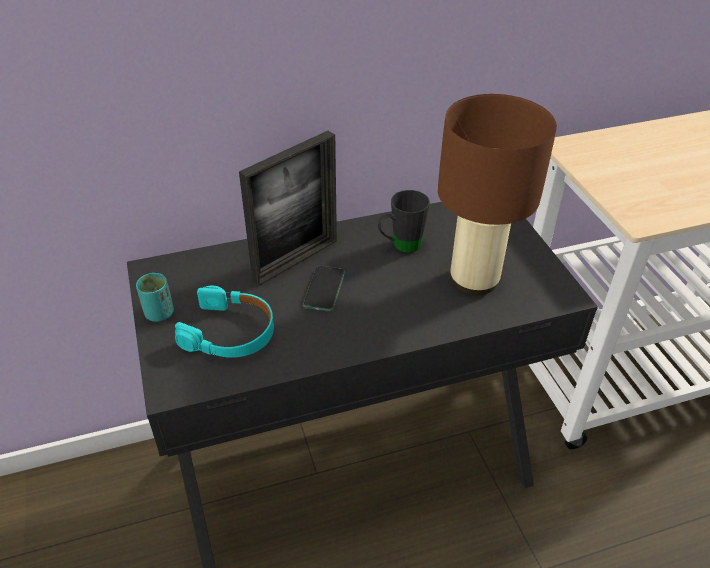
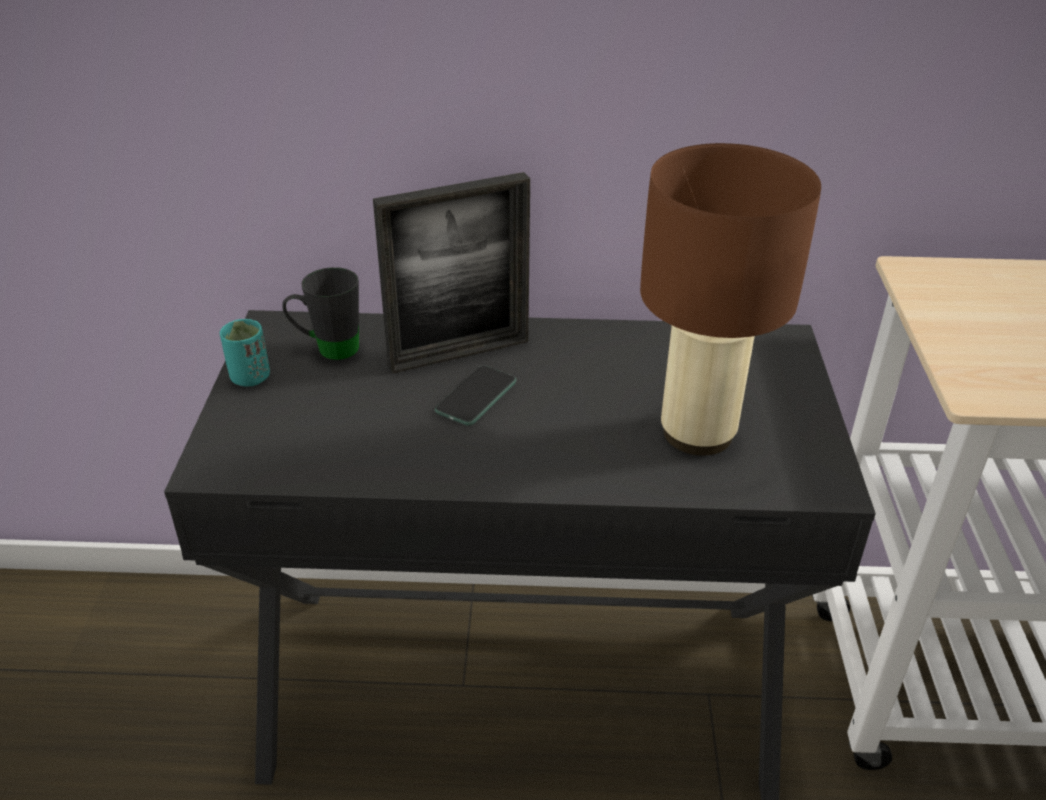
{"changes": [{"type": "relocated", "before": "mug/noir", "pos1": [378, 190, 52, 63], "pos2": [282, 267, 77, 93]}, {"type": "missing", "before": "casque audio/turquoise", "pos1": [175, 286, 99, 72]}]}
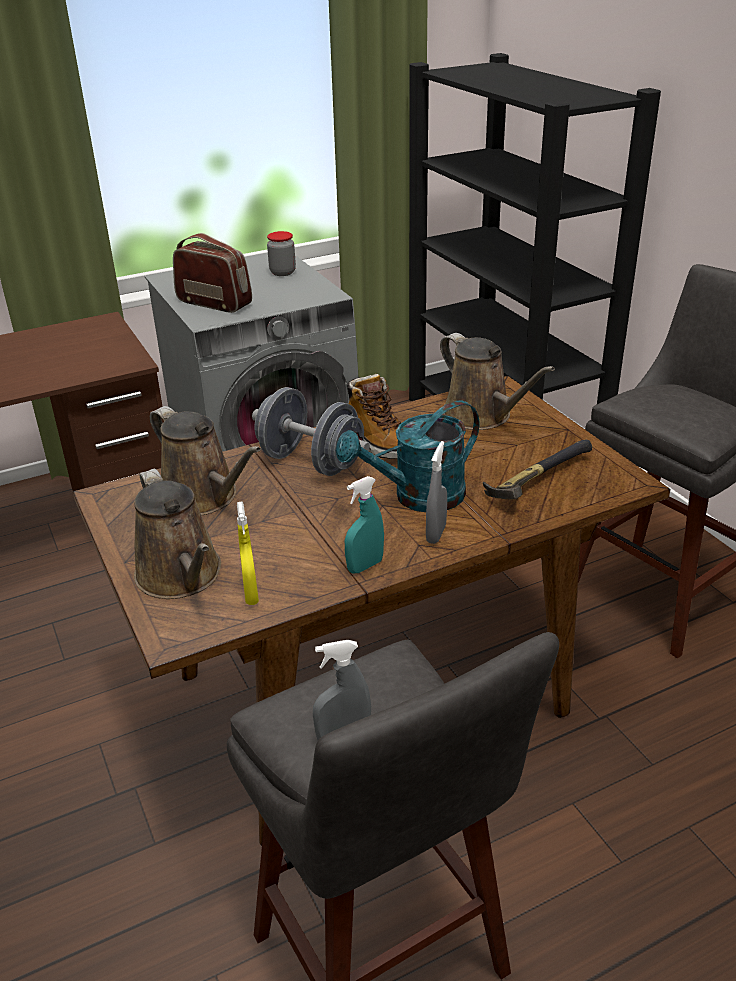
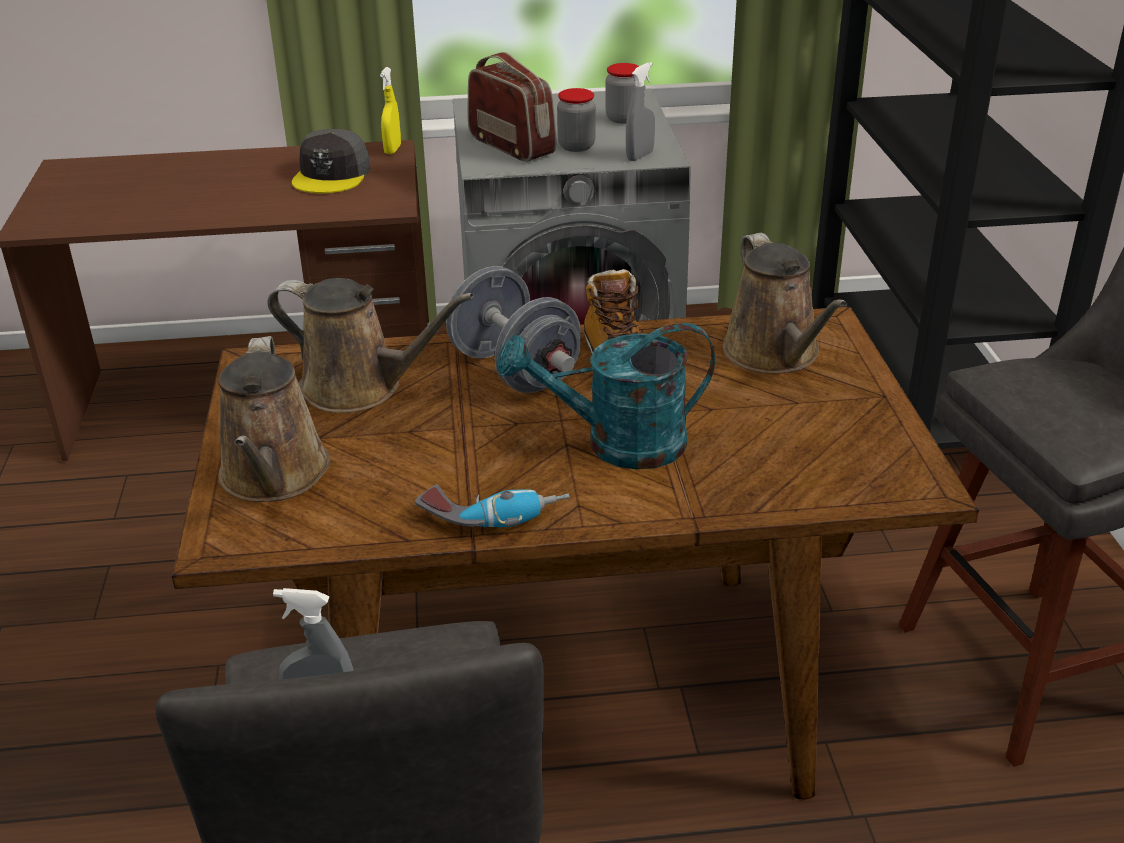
{"changes": [{"type": "spun", "before": "arrosoir/marron", "pos1": [150, 406, 111, 110], "pos2": [268, 278, 206, 135], "turn": -45}, {"type": "missing", "before": "marteau", "pos1": [483, 440, 109, 59]}, {"type": "relocated", "before": "vaporisateur/gris", "pos1": [426, 441, 21, 103], "pos2": [626, 62, 29, 99]}, {"type": "exchanged", "before": "vaporisateur/turquoise", "after": "perceuse", "pos1": [345, 476, 39, 98], "pos2": [415, 484, 155, 43]}, {"type": "relocated", "before": "vaporisateur/jaune", "pos1": [237, 501, 22, 104], "pos2": [380, 67, 21, 87]}, {"type": "appeared", "after": "bocal", "pos2": [557, 88, 39, 64]}, {"type": "appeared", "after": "casquette/gris", "pos2": [292, 129, 78, 64]}]}
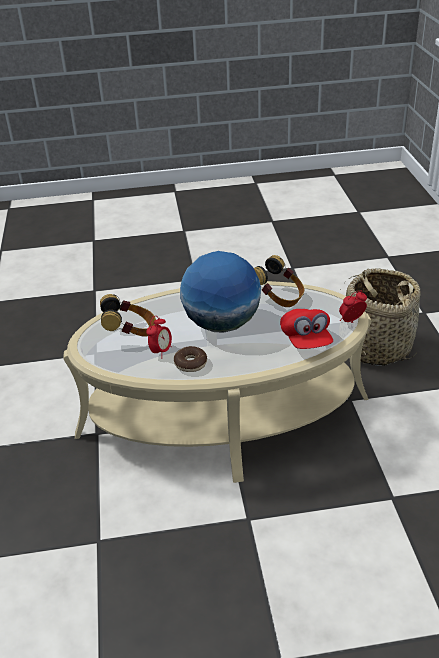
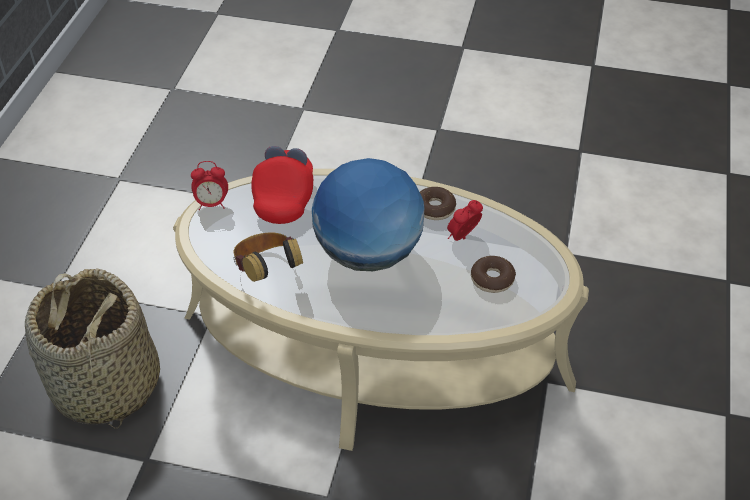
{"changes": [{"type": "exchanged", "before": "casque audio", "after": "beignet", "pos1": [100, 294, 56, 43], "pos2": [471, 256, 45, 37]}]}
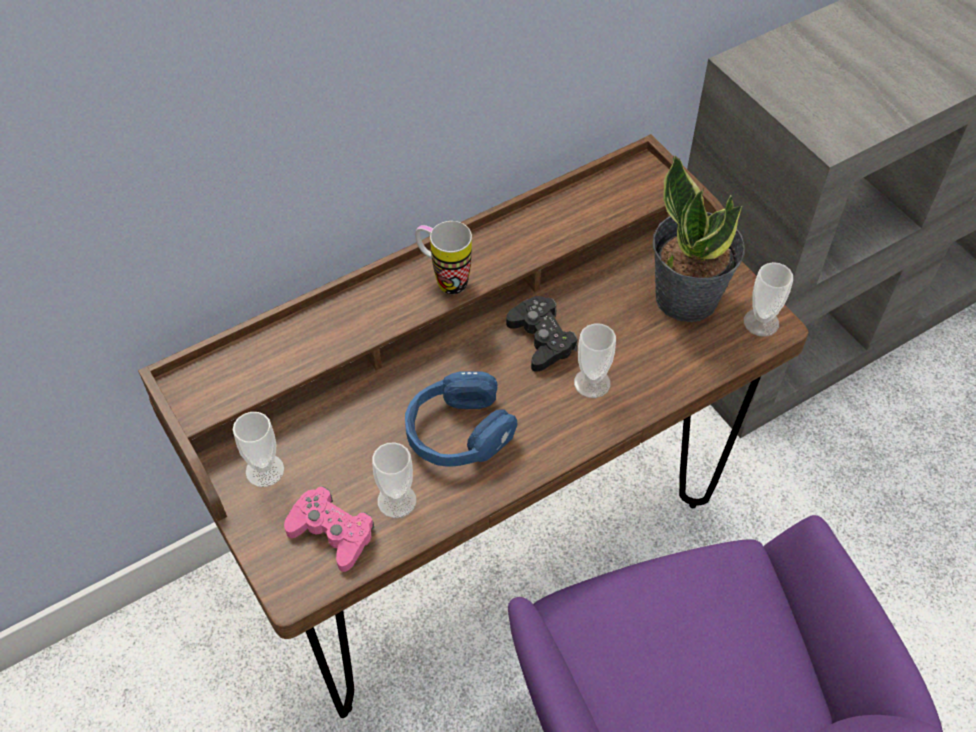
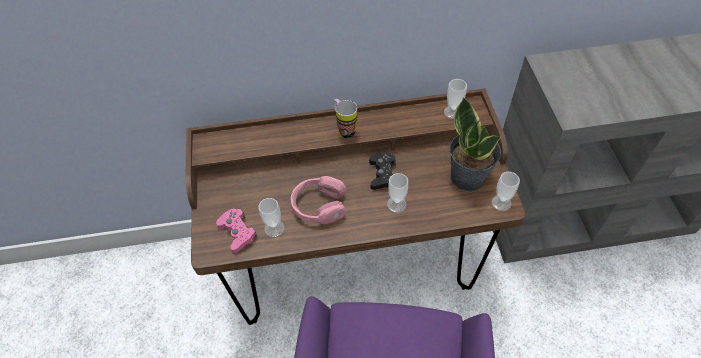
{"changes": [{"type": "colour", "before": "casque audio/bleu", "after": "casque audio/rose", "pos1": [405, 371, 112, 96], "pos2": [291, 176, 55, 48]}, {"type": "relocated", "before": "tasse", "pos1": [233, 412, 51, 75], "pos2": [444, 79, 23, 40]}]}
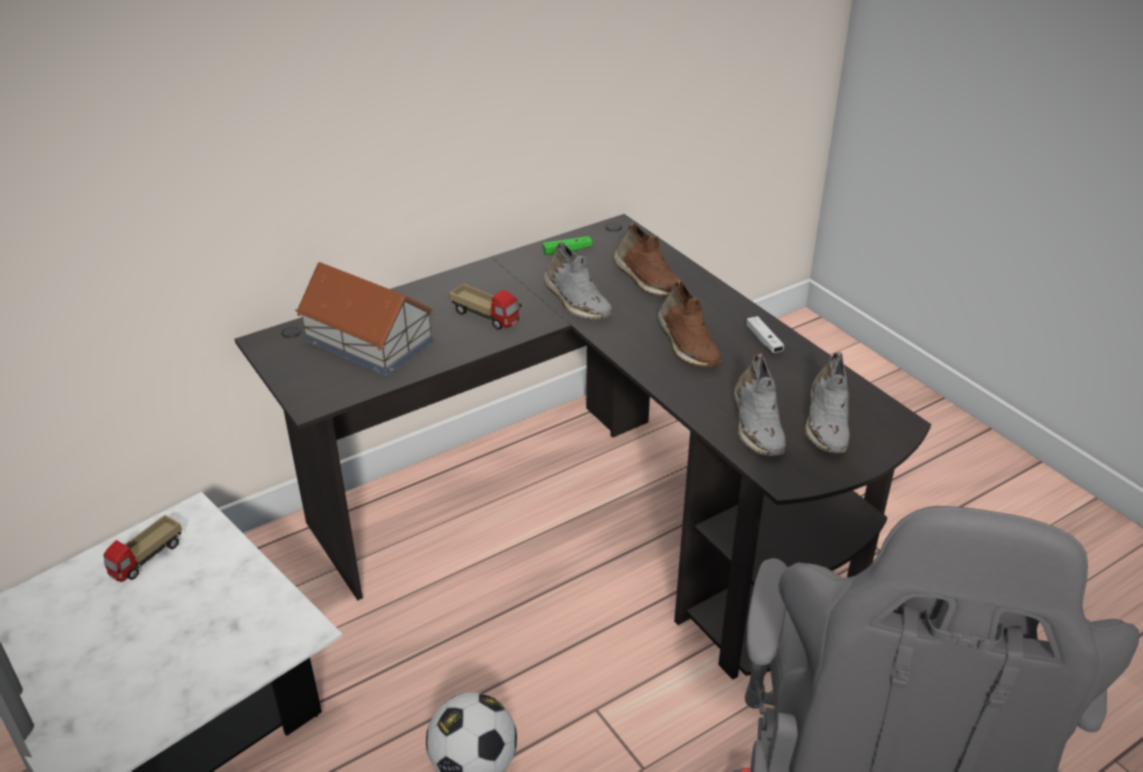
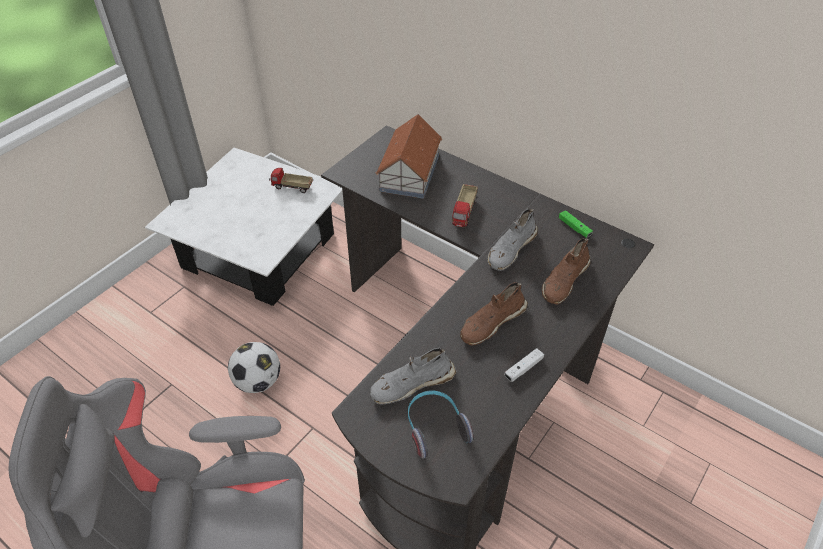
{"changes": [{"type": "exchanged", "before": "chaussure/gris", "after": "casque audio", "pos1": [805, 352, 45, 101], "pos2": [408, 391, 65, 68]}]}
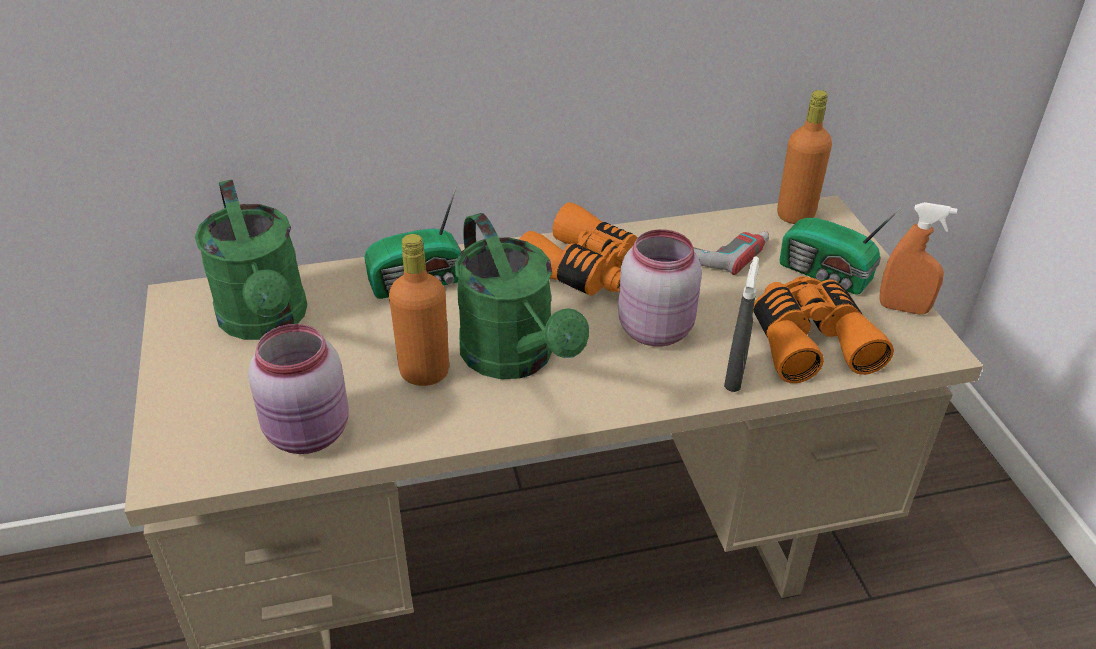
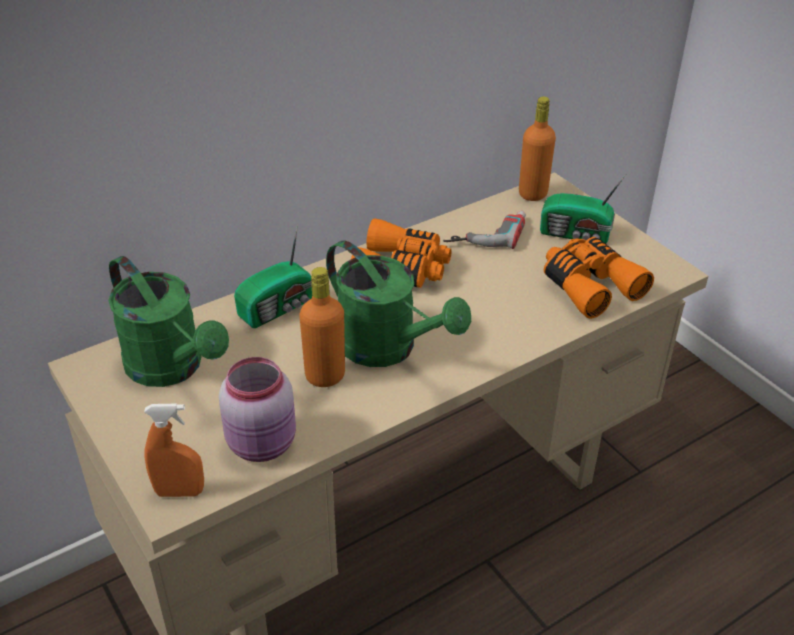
{"changes": [{"type": "relocated", "before": "vaporisateur/orange", "pos1": [879, 202, 79, 113], "pos2": [144, 404, 60, 93]}, {"type": "missing", "before": "bocal/rose", "pos1": [618, 229, 84, 118]}, {"type": "missing", "before": "vaporisateur/gris", "pos1": [724, 256, 35, 136]}]}
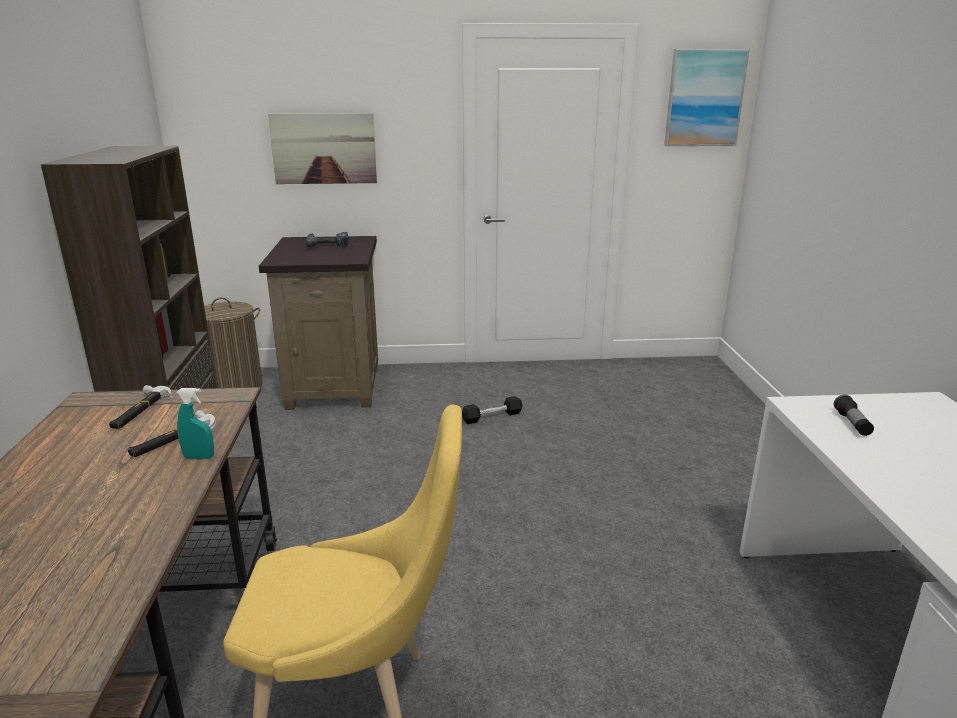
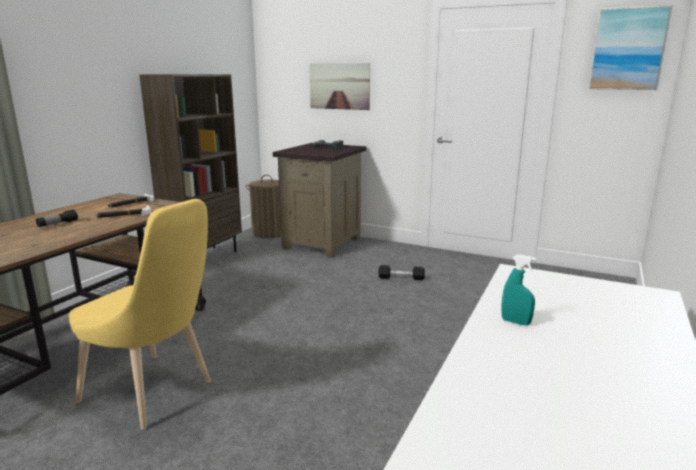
{"changes": [{"type": "relocated", "before": "vaporisateur/turquoise", "pos1": [176, 388, 38, 71], "pos2": [501, 254, 35, 71]}, {"type": "relocated", "before": "lampe de poche", "pos1": [834, 395, 40, 41], "pos2": [36, 209, 42, 18]}]}
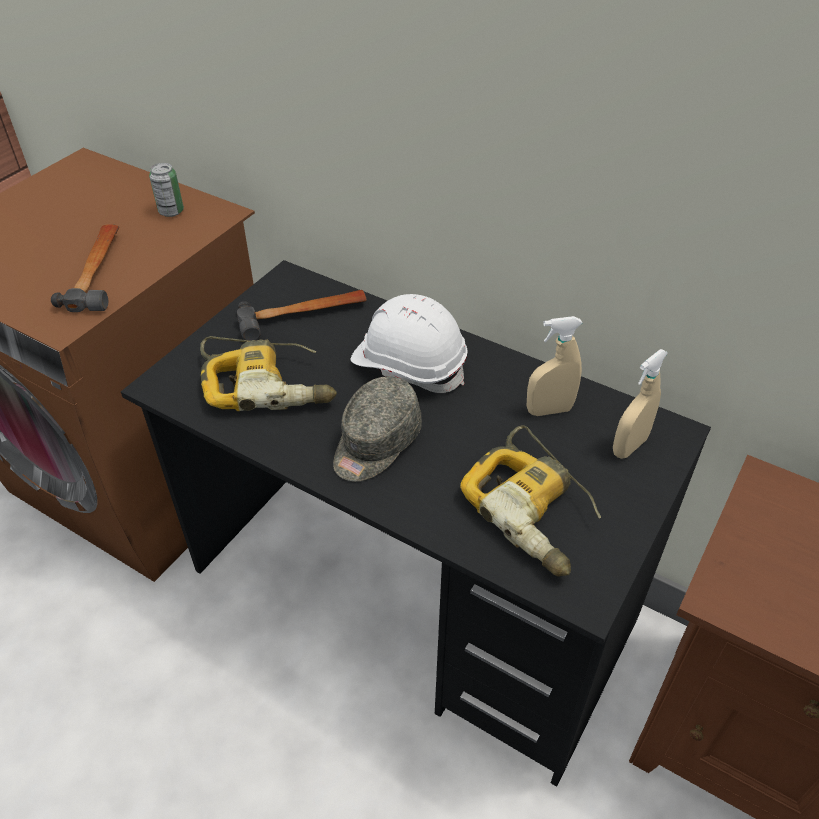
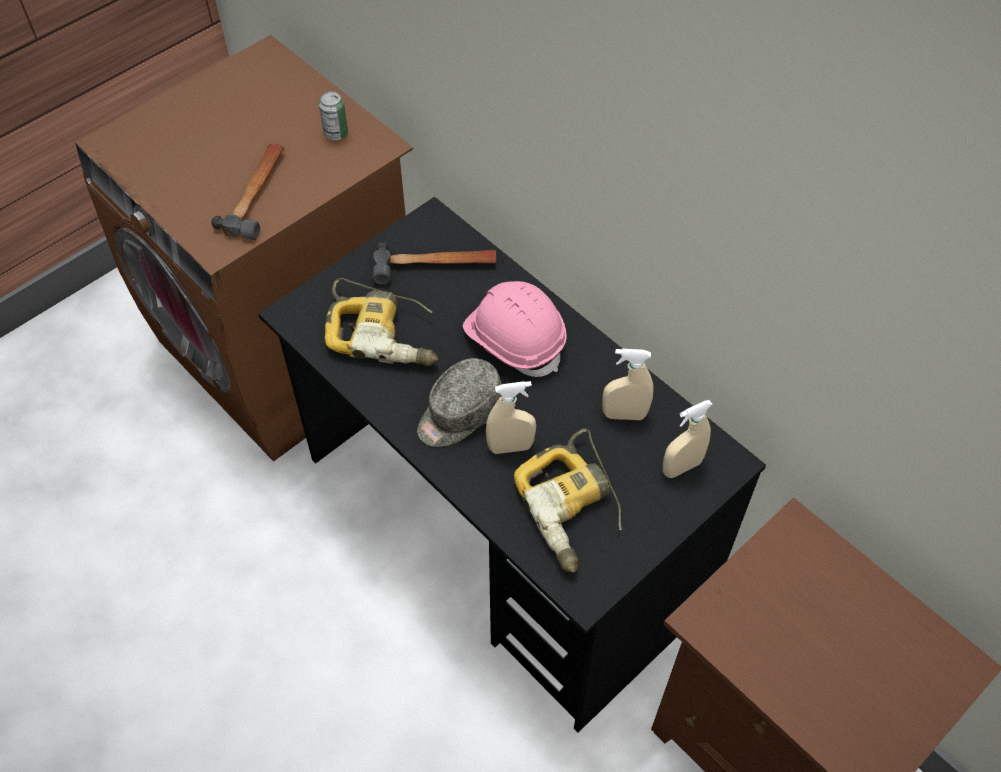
{"changes": [{"type": "colour", "before": "casque de chantier/blanc", "after": "casque de chantier/rose", "pos1": [351, 294, 117, 99], "pos2": [463, 281, 104, 96]}, {"type": "appeared", "after": "vaporisateur/beige", "pos2": [486, 381, 50, 73]}]}
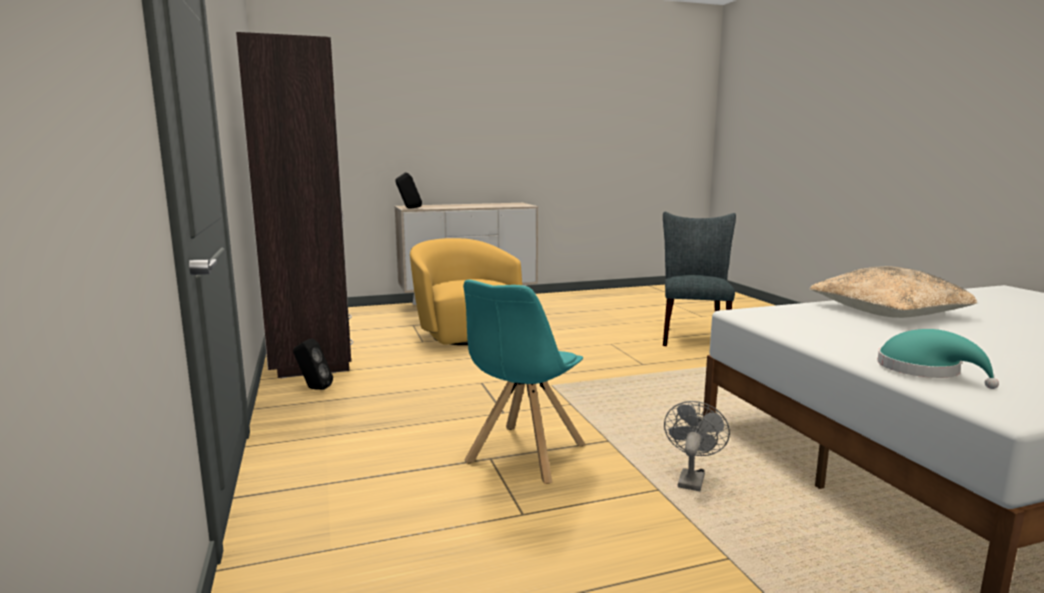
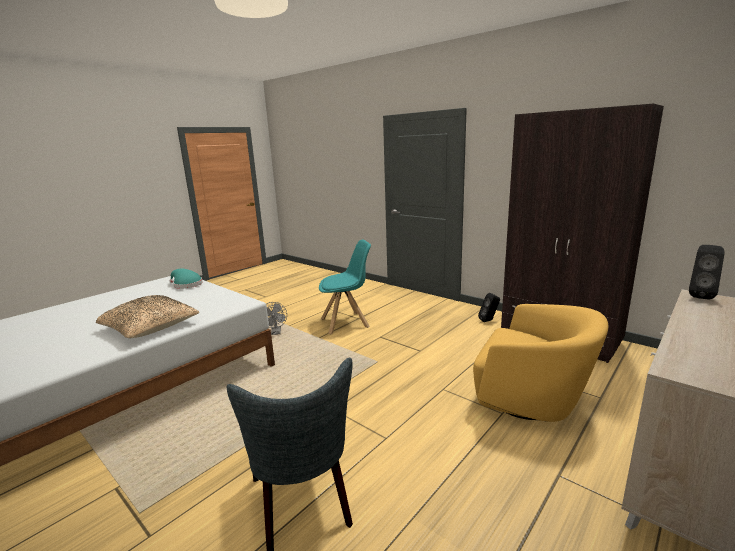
{"changes": [{"type": "spun", "before": "chaise/turquoise", "pos1": [463, 280, 123, 204], "pos2": [319, 239, 52, 95], "turn": 75}]}
